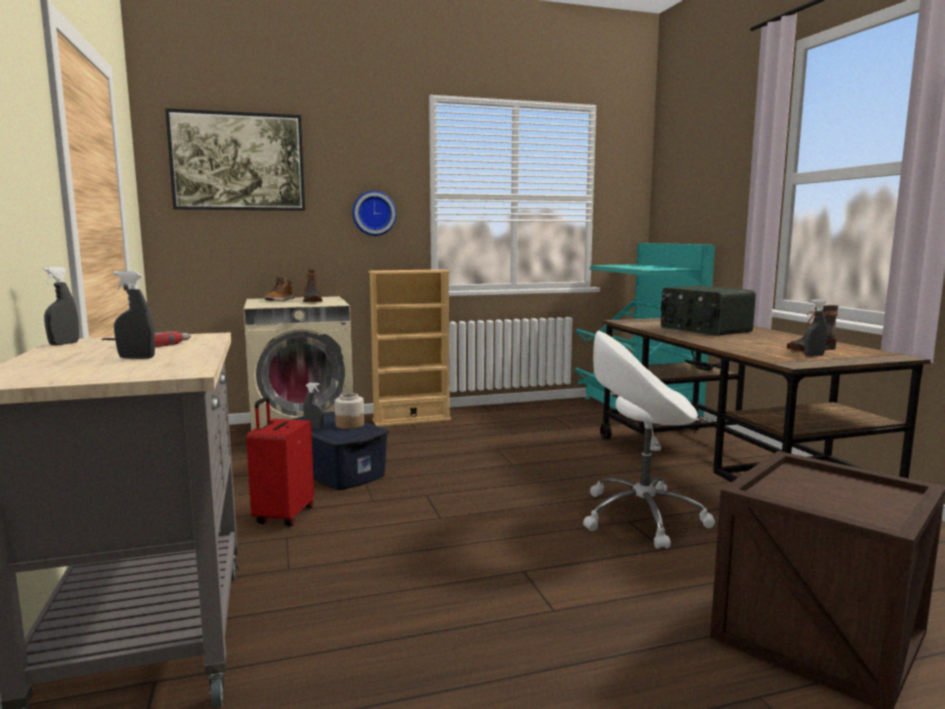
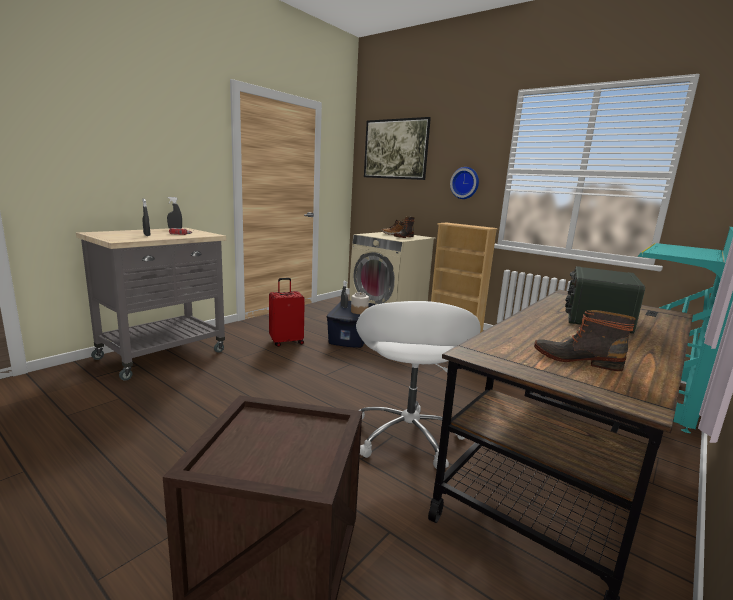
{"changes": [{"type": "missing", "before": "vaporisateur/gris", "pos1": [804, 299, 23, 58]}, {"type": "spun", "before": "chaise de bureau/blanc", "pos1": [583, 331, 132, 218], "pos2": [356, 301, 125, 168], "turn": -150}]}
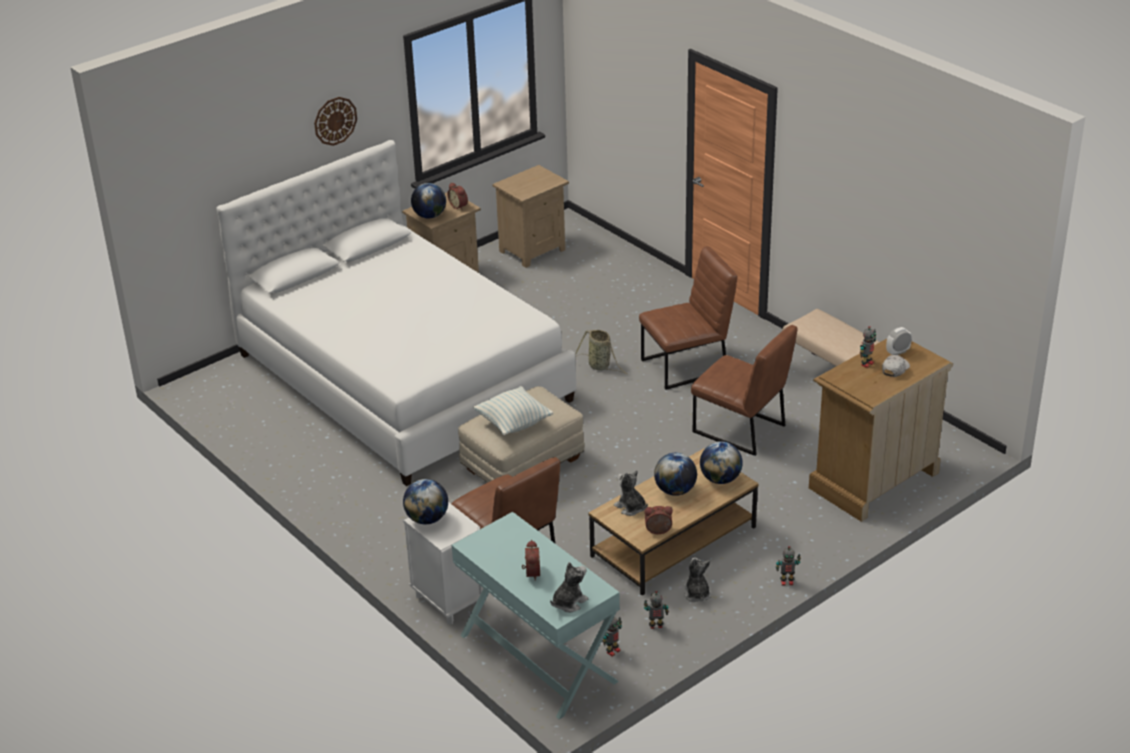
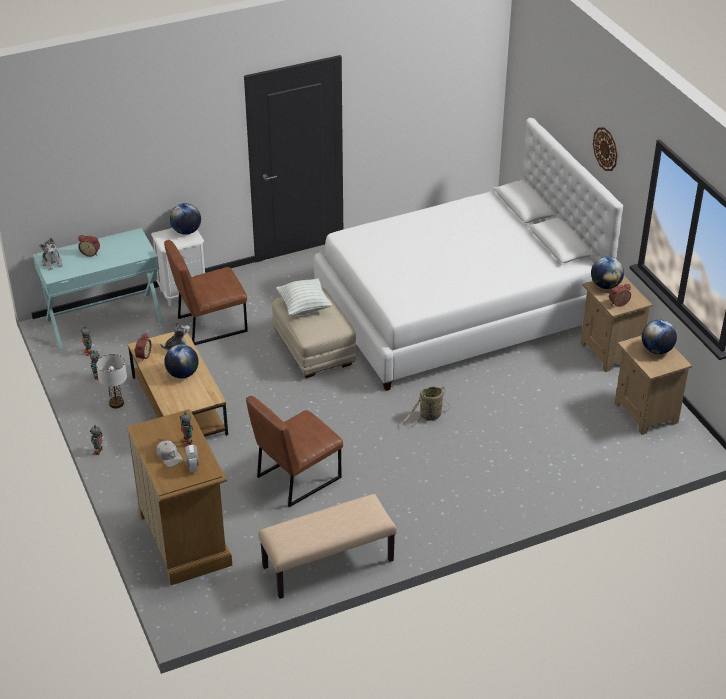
{"changes": [{"type": "missing", "before": "chaise/marron", "pos1": [639, 246, 98, 144]}, {"type": "relocated", "before": "globe", "pos1": [700, 441, 43, 43], "pos2": [642, 320, 35, 34]}, {"type": "exchanged", "before": "peluche", "after": "lampe de table", "pos1": [684, 557, 27, 45], "pos2": [96, 354, 31, 55]}]}
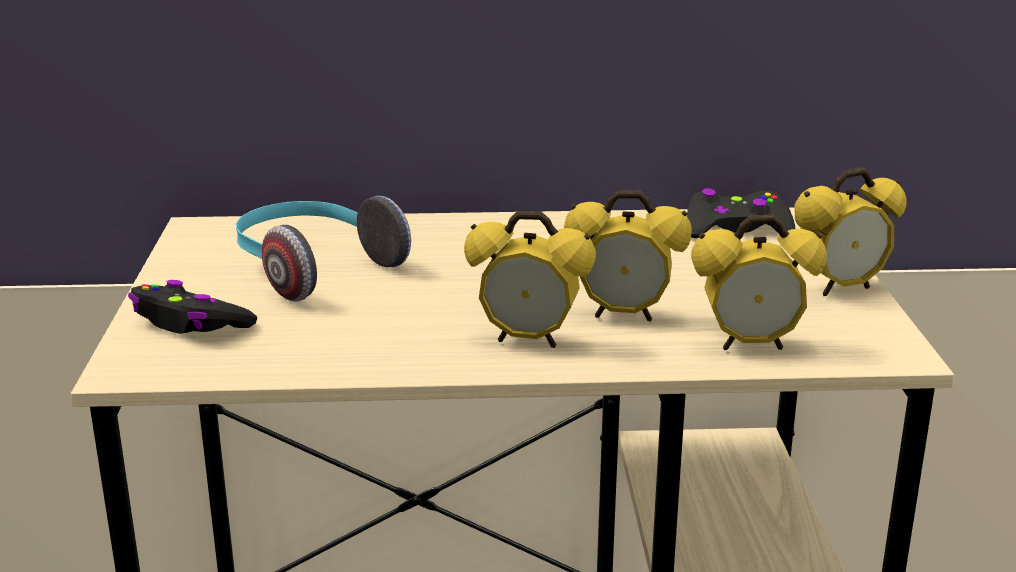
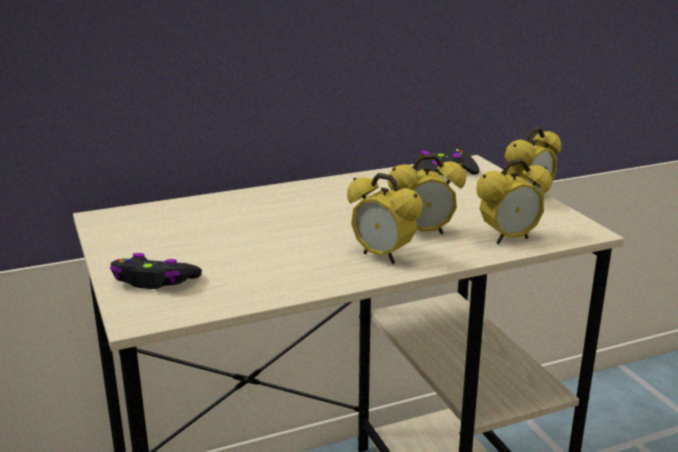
{"changes": [{"type": "missing", "before": "casque audio", "pos1": [236, 196, 175, 106]}, {"type": "spun", "before": "réveil", "pos1": [464, 211, 132, 137], "pos2": [347, 173, 76, 91], "turn": 45}]}
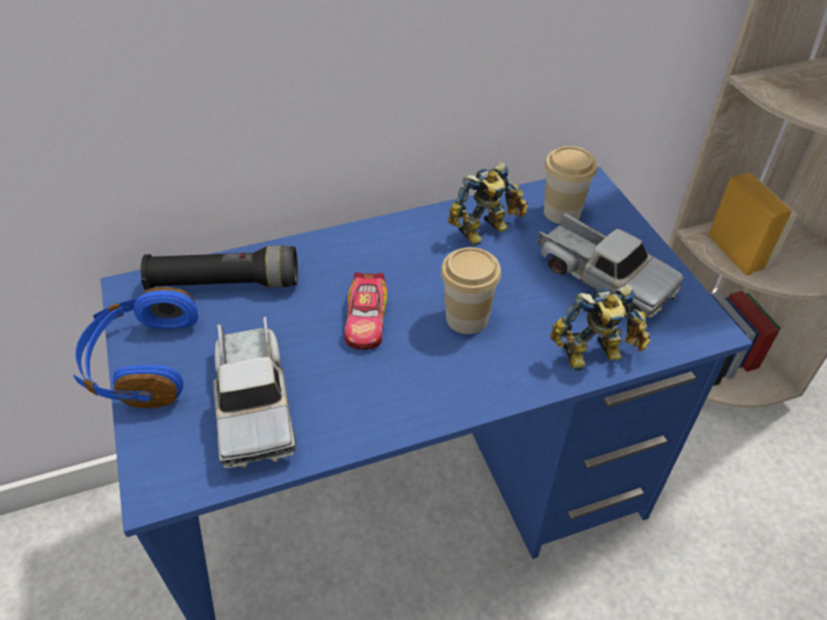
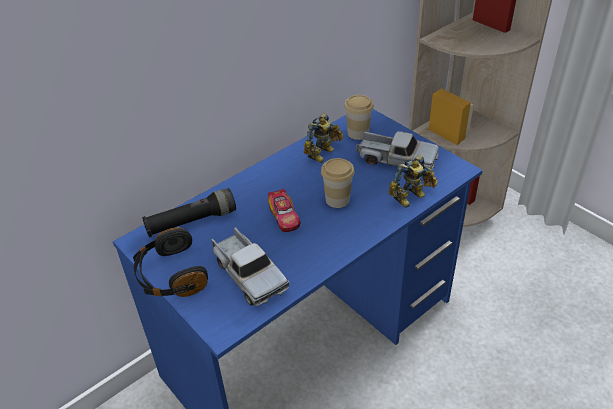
{"changes": [{"type": "colour", "before": "casque audio/bleu", "after": "casque audio/noir", "pos1": [73, 287, 125, 121], "pos2": [133, 227, 75, 70]}]}
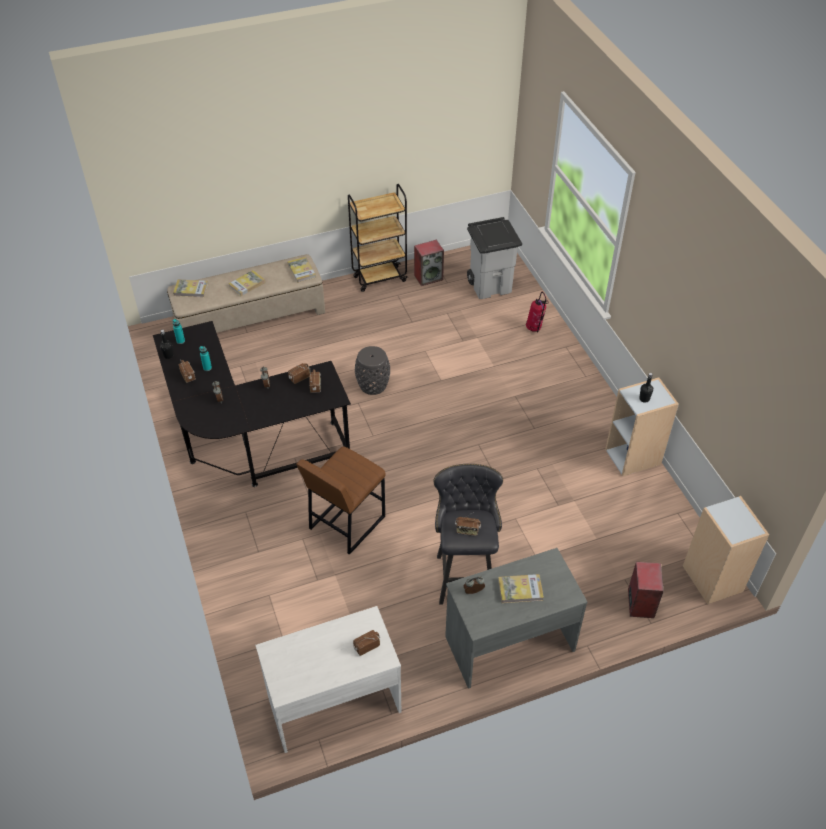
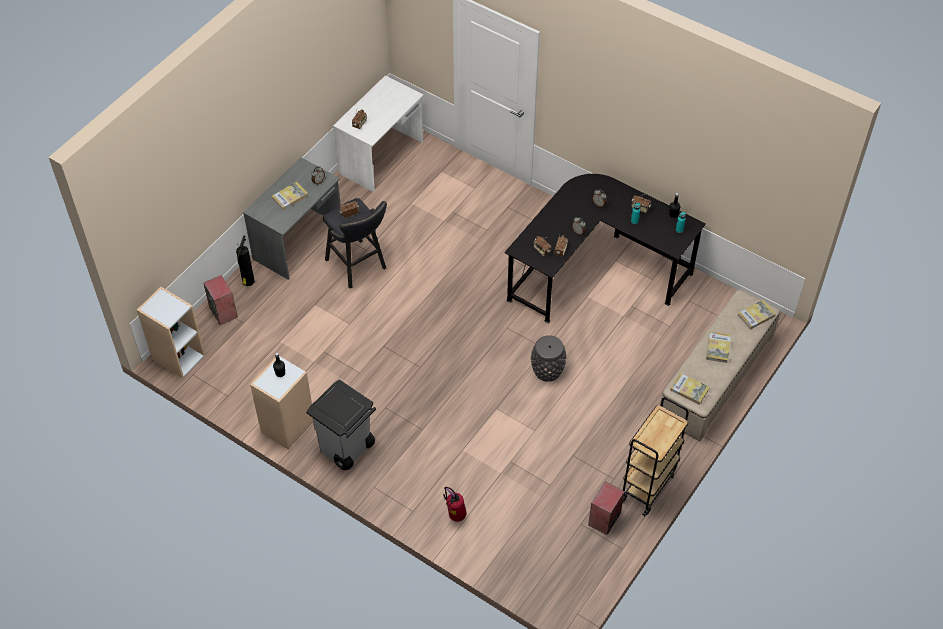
{"changes": [{"type": "relocated", "before": "poubelle/gris", "pos1": [467, 217, 55, 82], "pos2": [306, 379, 70, 91]}, {"type": "missing", "before": "chaise/marron", "pos1": [296, 446, 90, 109]}, {"type": "appeared", "after": "extincteur", "pos2": [236, 236, 19, 50]}]}
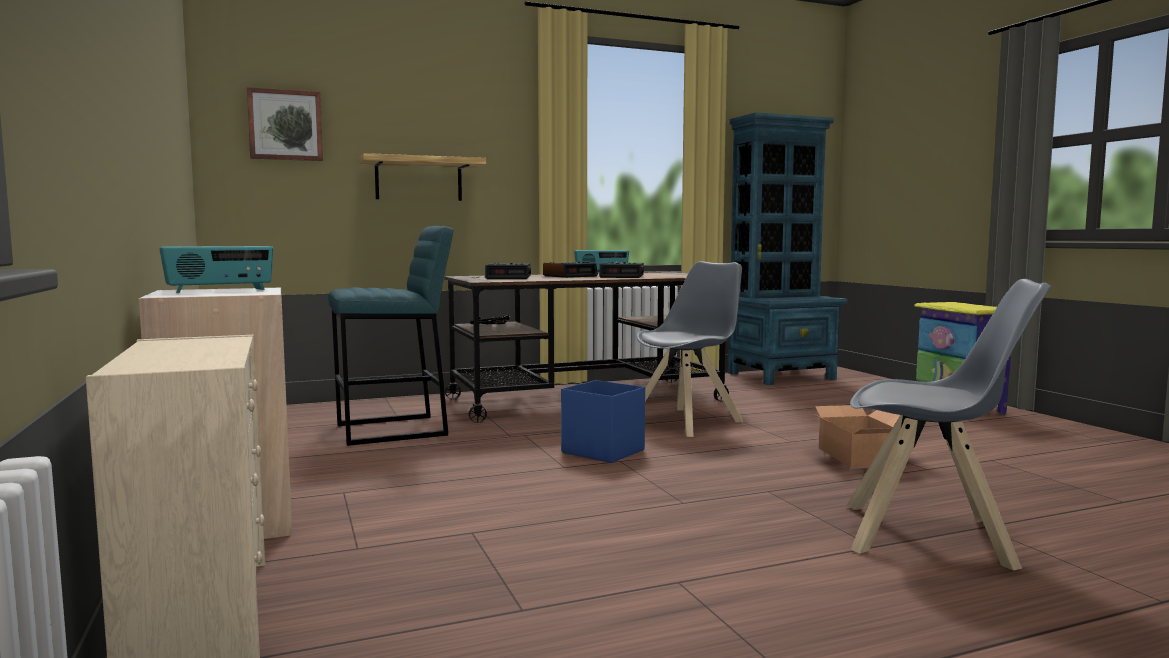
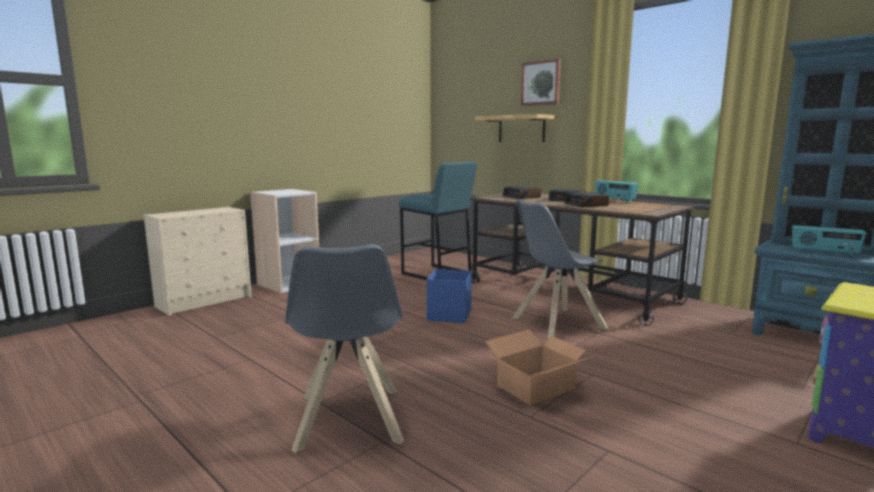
{"changes": [{"type": "relocated", "before": "tableau", "pos1": [247, 87, 76, 74], "pos2": [521, 58, 40, 48]}, {"type": "relocated", "before": "radio", "pos1": [159, 246, 114, 47], "pos2": [792, 225, 74, 32]}, {"type": "spun", "before": "chaise/gris", "pos1": [636, 261, 107, 176], "pos2": [512, 199, 96, 140], "turn": 135}]}
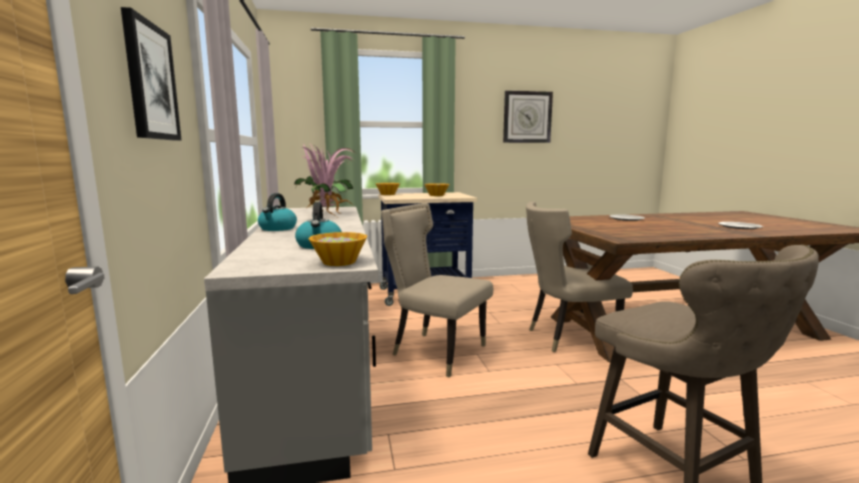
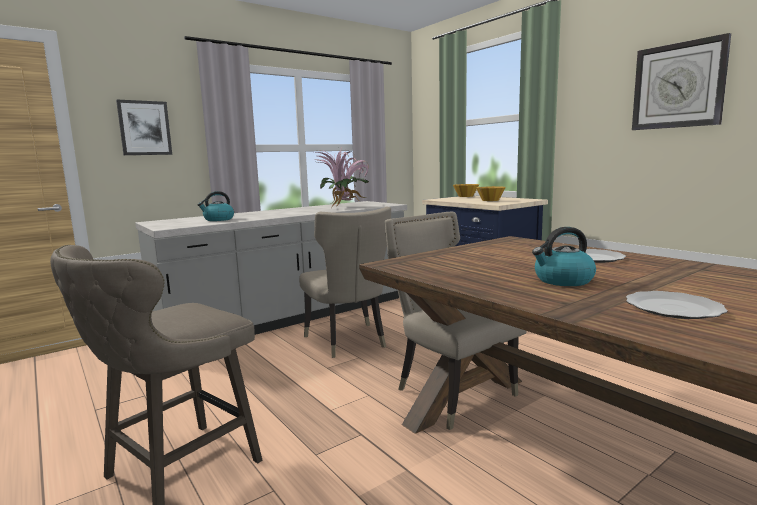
{"changes": [{"type": "relocated", "before": "bouilloire", "pos1": [258, 193, 39, 38], "pos2": [532, 227, 64, 59]}, {"type": "spun", "before": "chaise/beige", "pos1": [381, 203, 112, 174], "pos2": [299, 207, 92, 151], "turn": 150}, {"type": "missing", "before": "bol", "pos1": [308, 232, 59, 34]}]}
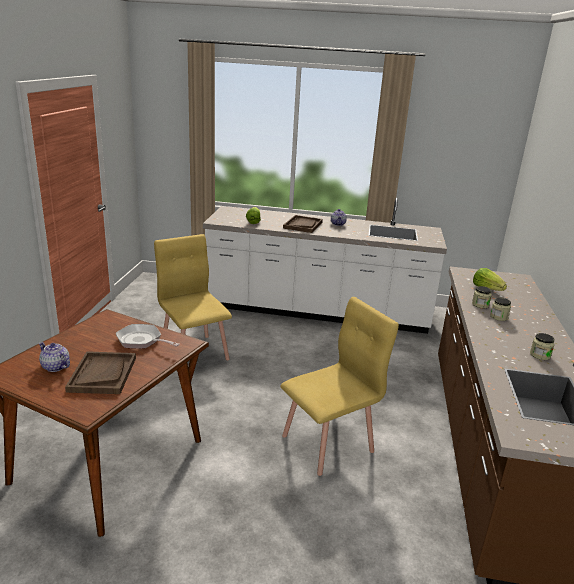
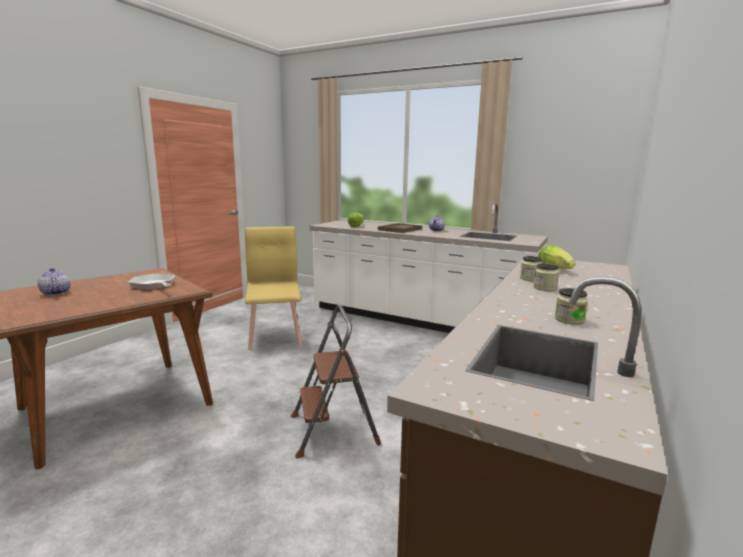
{"changes": [{"type": "exchanged", "before": "chaise/jaune", "after": "escabeau/marron", "pos1": [281, 297, 118, 179], "pos2": [291, 305, 90, 153]}, {"type": "missing", "before": "plateau/marron", "pos1": [65, 351, 71, 43]}]}
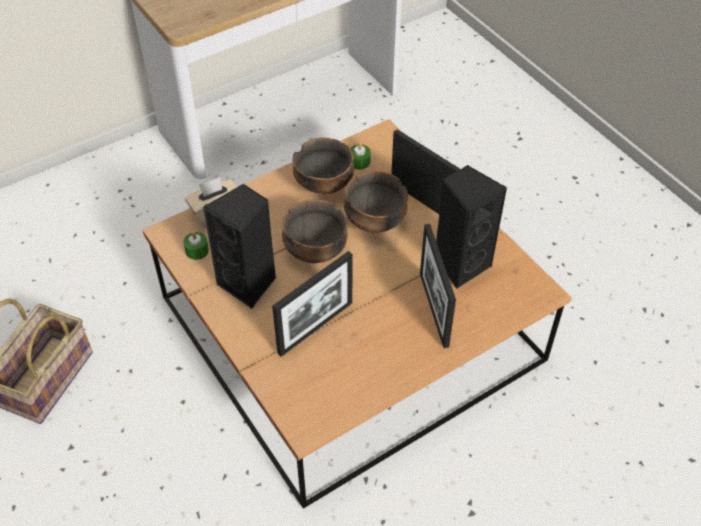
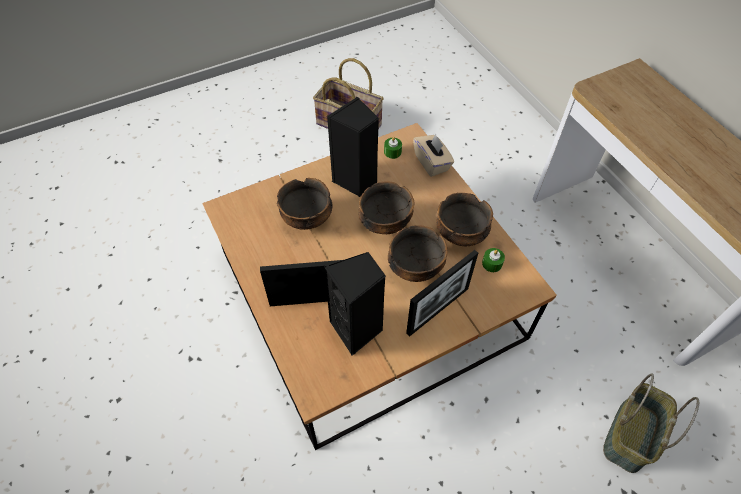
{"changes": [{"type": "exchanged", "before": "cadre photo", "after": "bol", "pos1": [272, 251, 80, 106], "pos2": [277, 178, 55, 52]}, {"type": "appeared", "after": "panier", "pos2": [603, 374, 96, 99]}]}
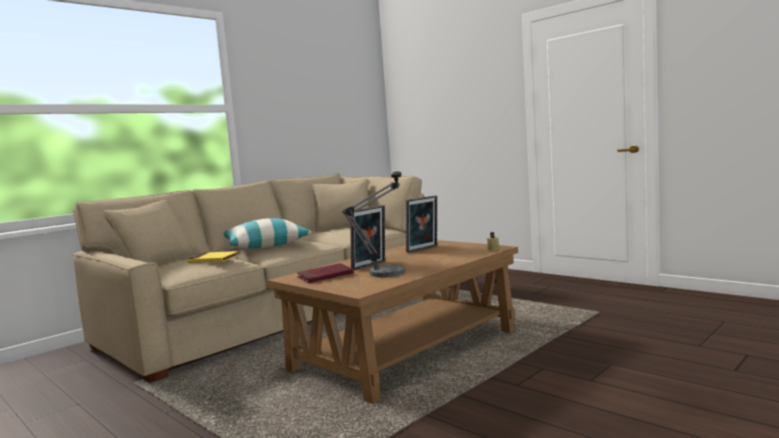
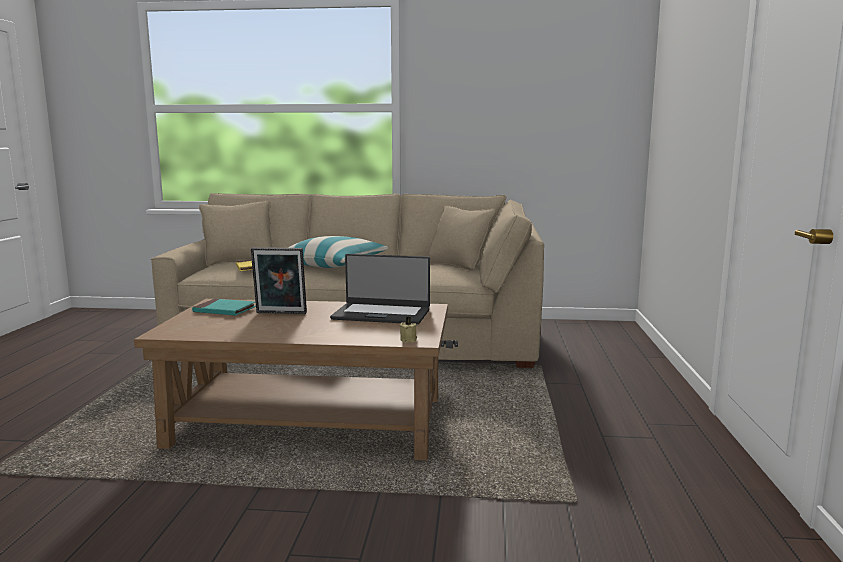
{"changes": [{"type": "missing", "before": "lampe de table", "pos1": [342, 171, 63, 106]}, {"type": "exchanged", "before": "cadre photo", "after": "ordinateur portable", "pos1": [406, 195, 31, 58], "pos2": [330, 254, 100, 70]}, {"type": "colour", "before": "livre/rouge", "after": "livre/turquoise", "pos1": [297, 263, 57, 20], "pos2": [192, 299, 64, 17]}]}
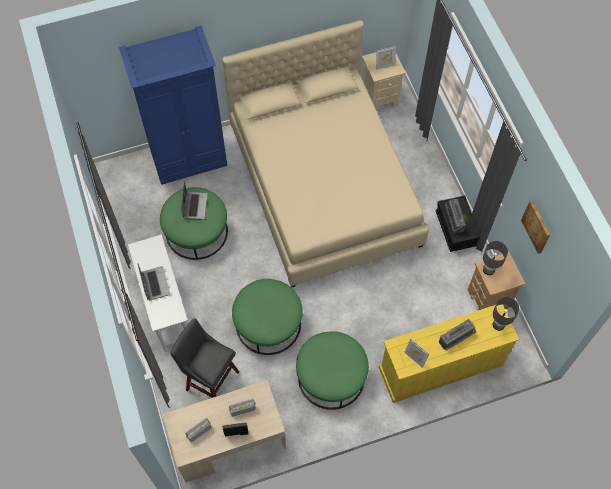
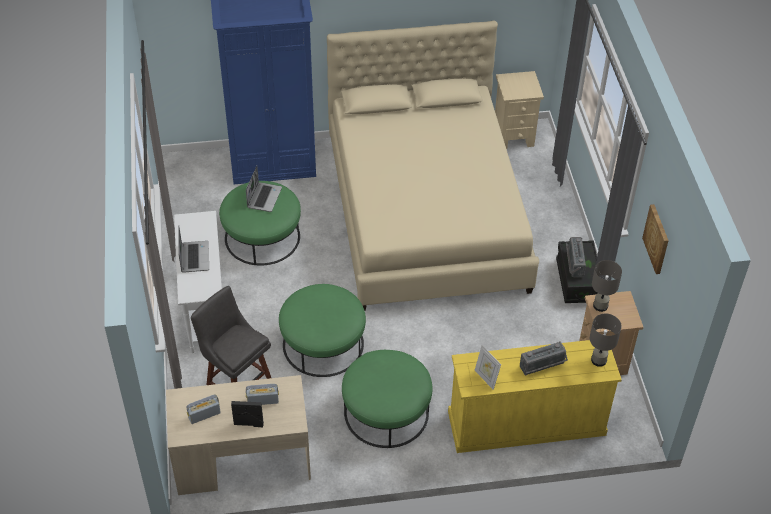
{"changes": [{"type": "missing", "before": "cadre photo", "pos1": [376, 46, 20, 24]}]}
